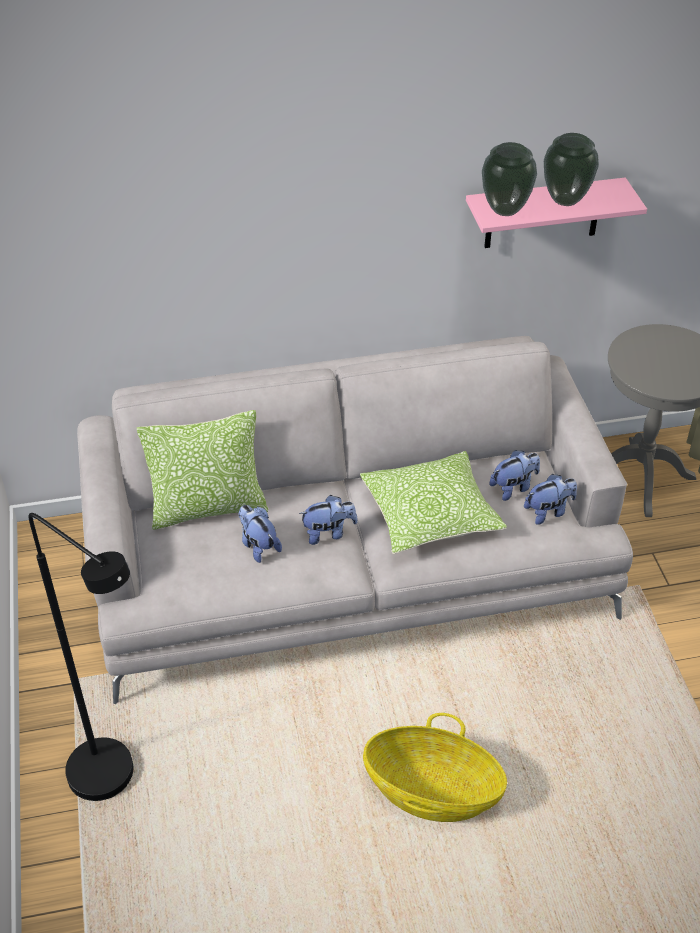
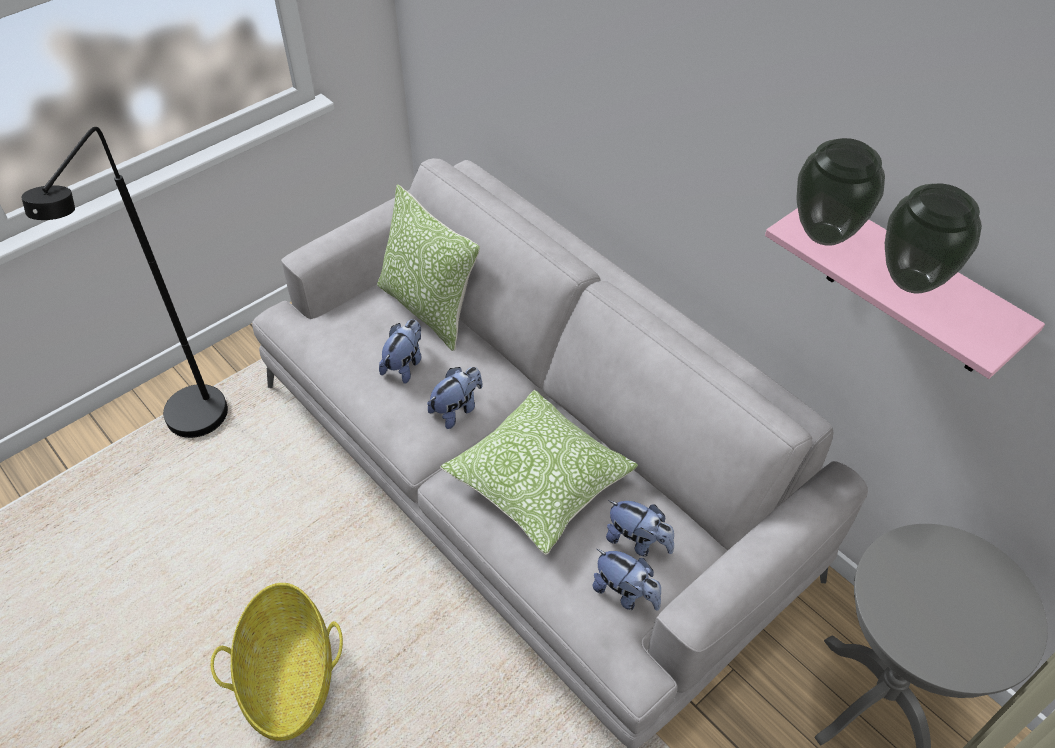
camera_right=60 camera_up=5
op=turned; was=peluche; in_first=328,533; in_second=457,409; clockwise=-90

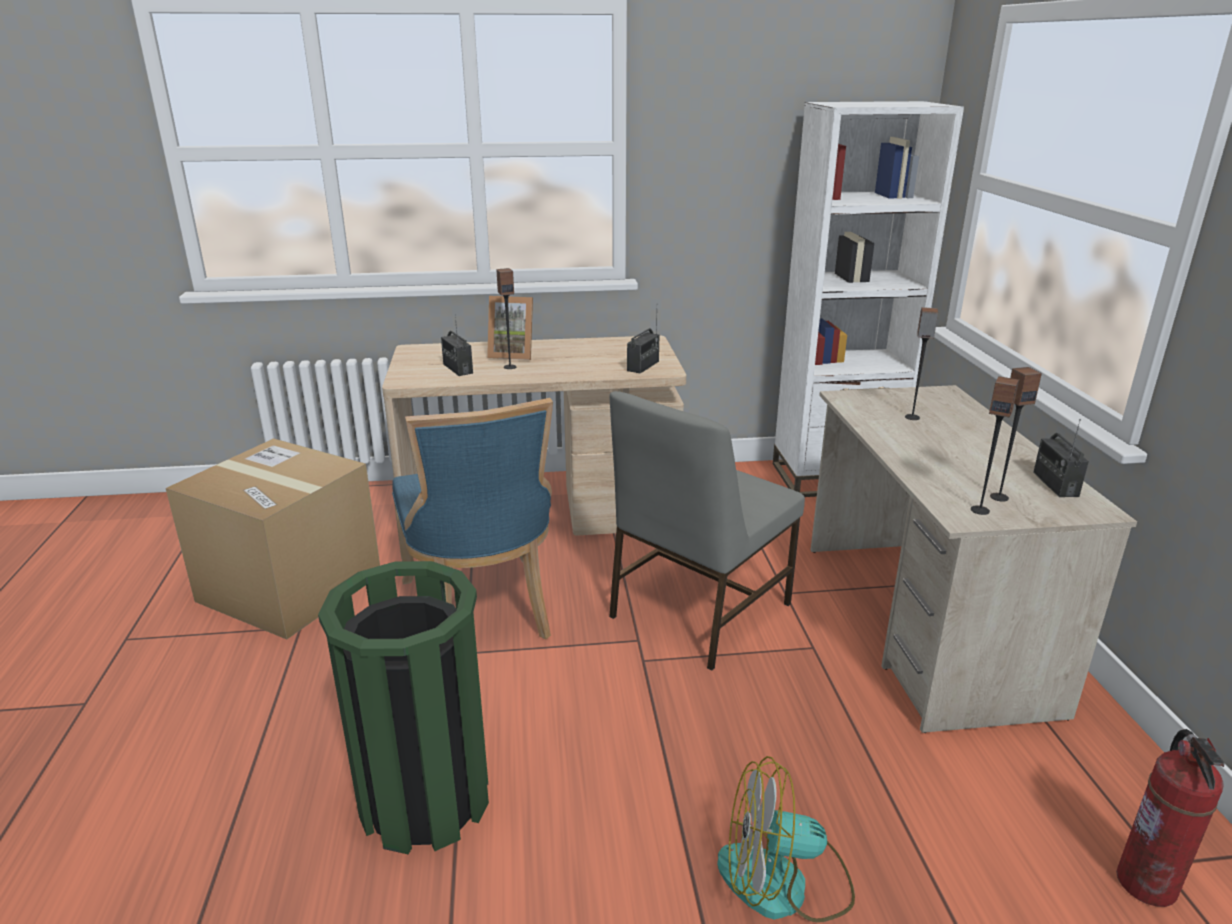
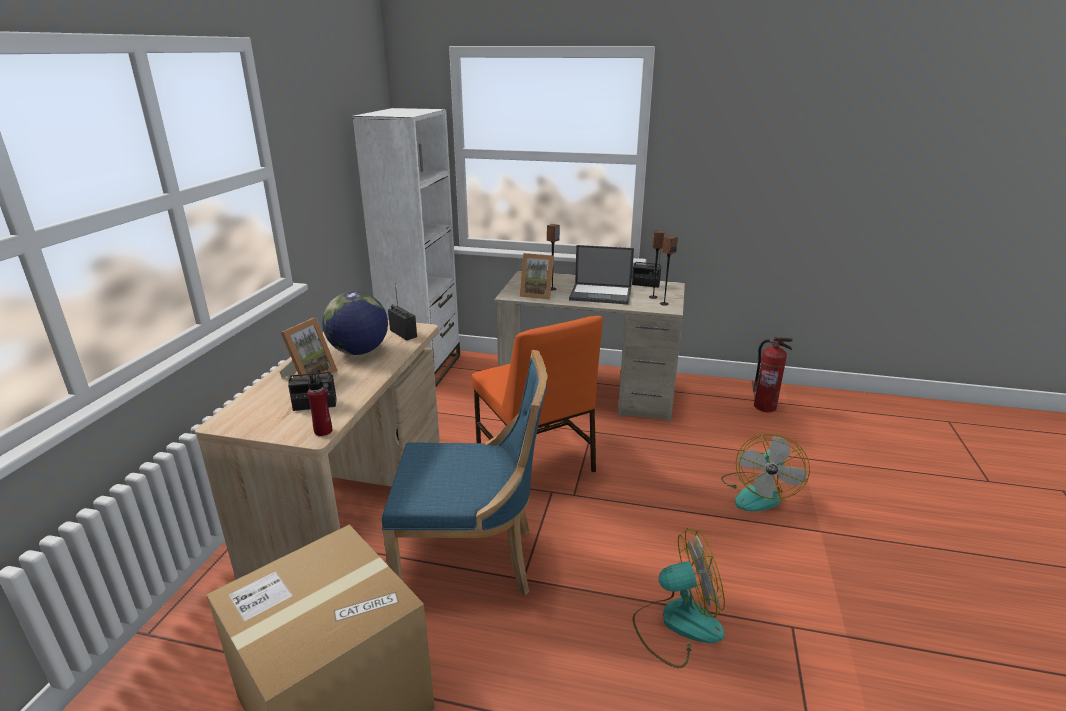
camera_right=-70 camera_up=0
op=added; now=bouteille (rouge); in_second=323,431
op=added; now=globe; in_second=359,351
op=recoloured; was=chaise (gris); now=chaise (orange); in_first=697,611; in_second=534,460
op=added; now=cadre photo; in_second=537,294
op=added; now=ordinateur portable; in_second=601,294
op=replaced; was=poubelle (vert); now=ventilateur; in_first=425,800; in_second=677,624
op=removed; was=enceinte; in_first=510,367

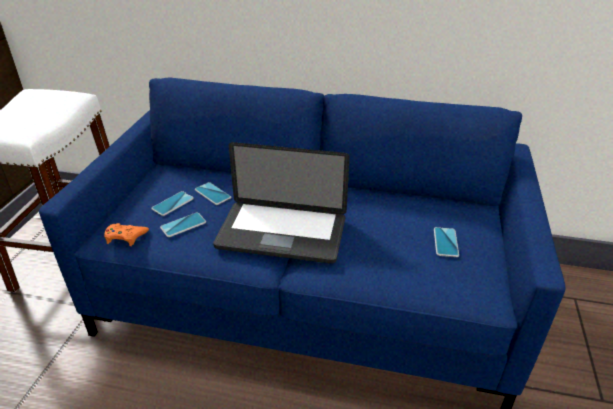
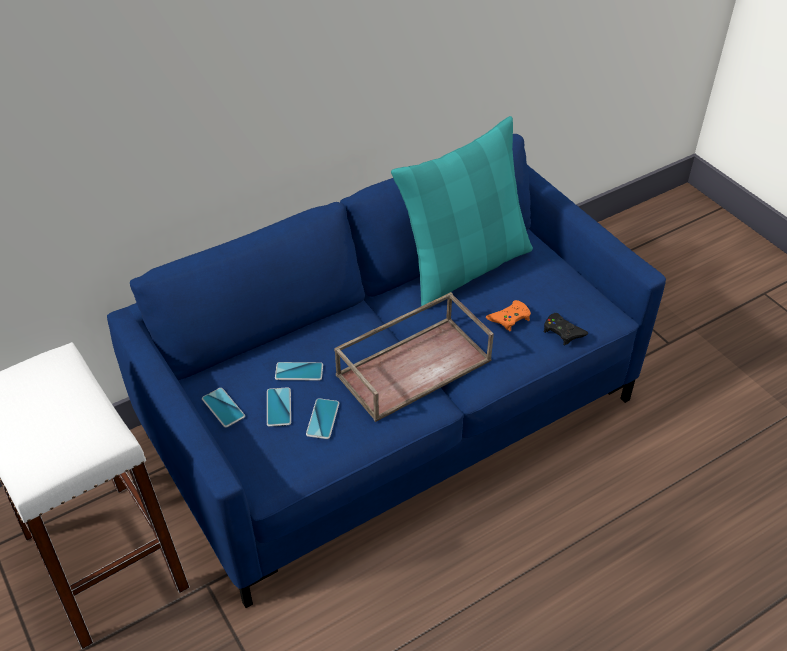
camera_right=-45 camera_up=10
op=moved; was=téléphone; in_first=445,242; in_second=223,408
op=replaced; was=ordinateur portable; now=plateau (marron); in_first=282,233; in_second=414,366
op=added; now=coussin (turquoise); in_second=464,267
op=moved; was=manette (orange); in_first=125,237; in_second=509,318
op=added; now=manette (noir); in_second=563,332

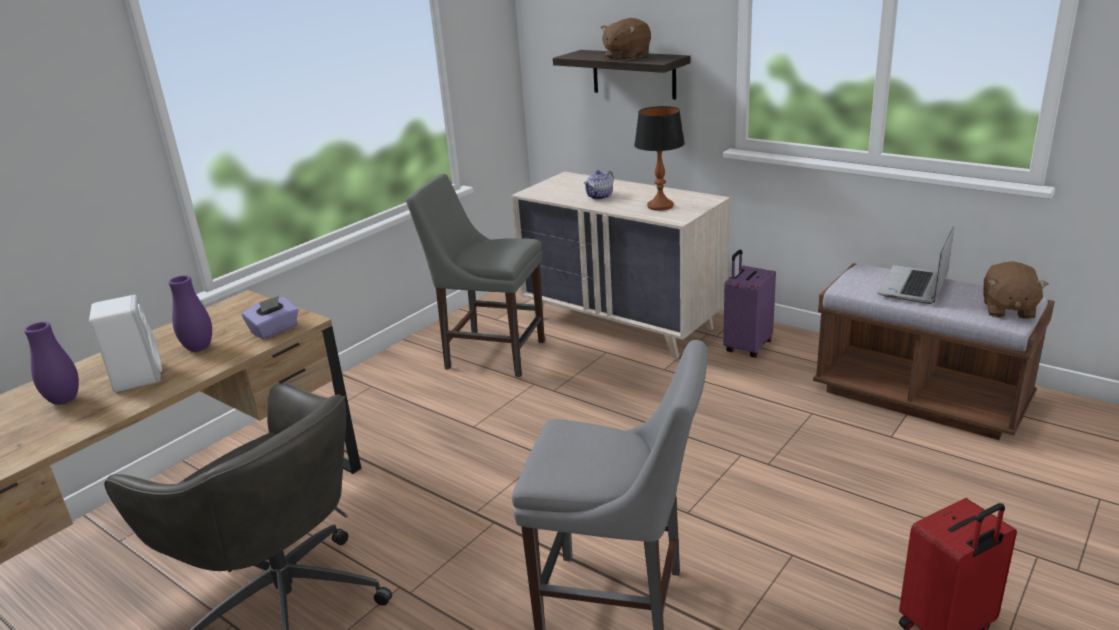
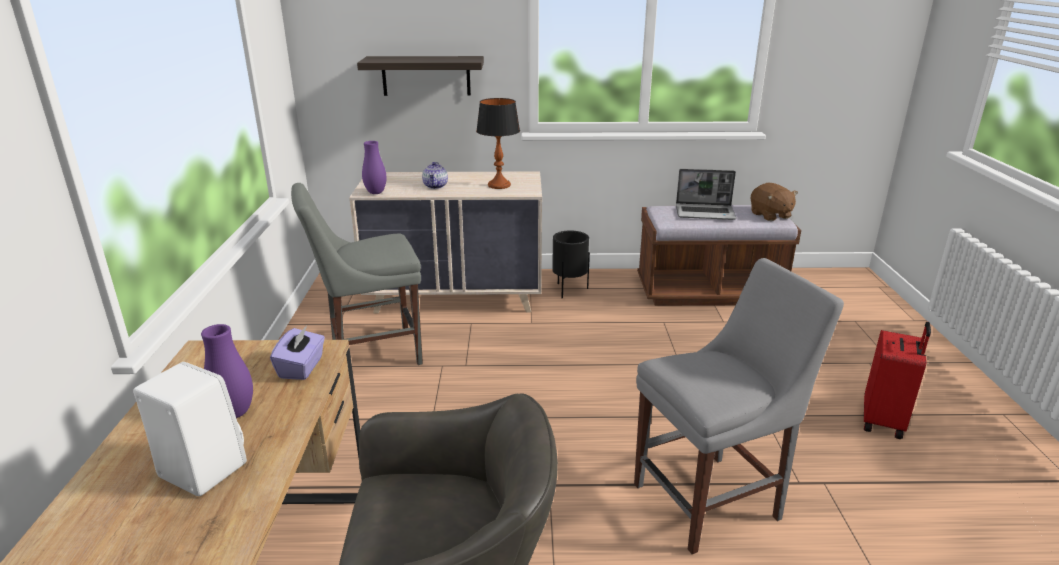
camera_right=-40 camera_up=0
op=moved; was=vase (violet); in_first=64,400; in_second=376,193
op=replaced; was=valise (violet); now=cache-pot (noir); in_first=746,347; in_second=569,290
op=turned; was=ordinateur portable; in_first=914,287; in_second=705,213; clockwise=-75
op=removed; was=peluche (marron); in_first=626,57

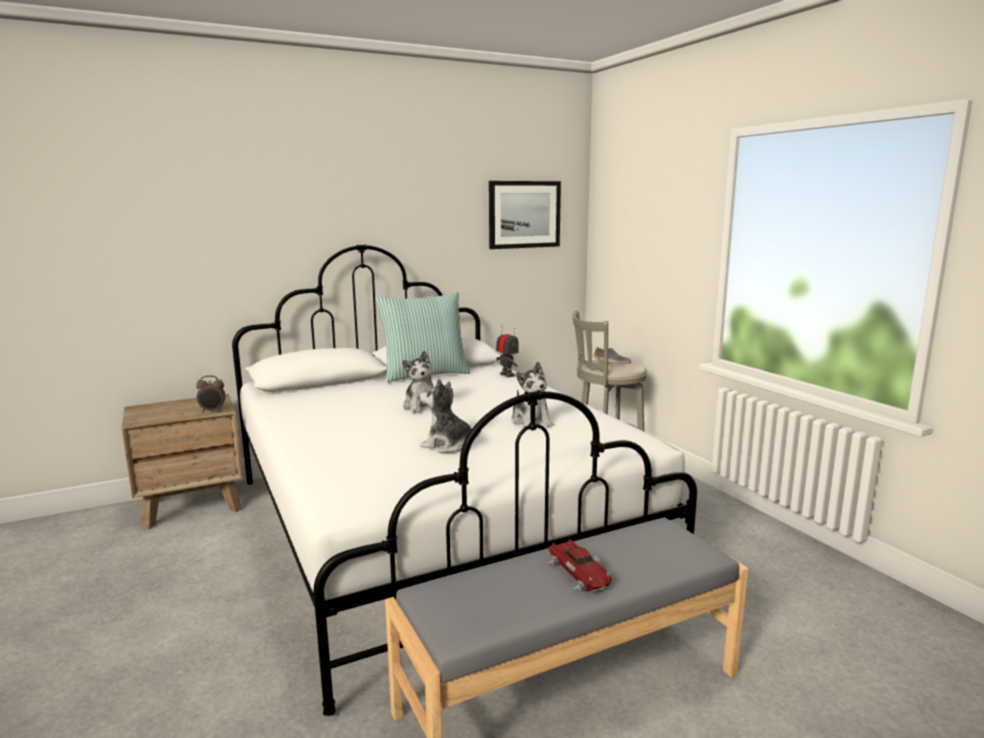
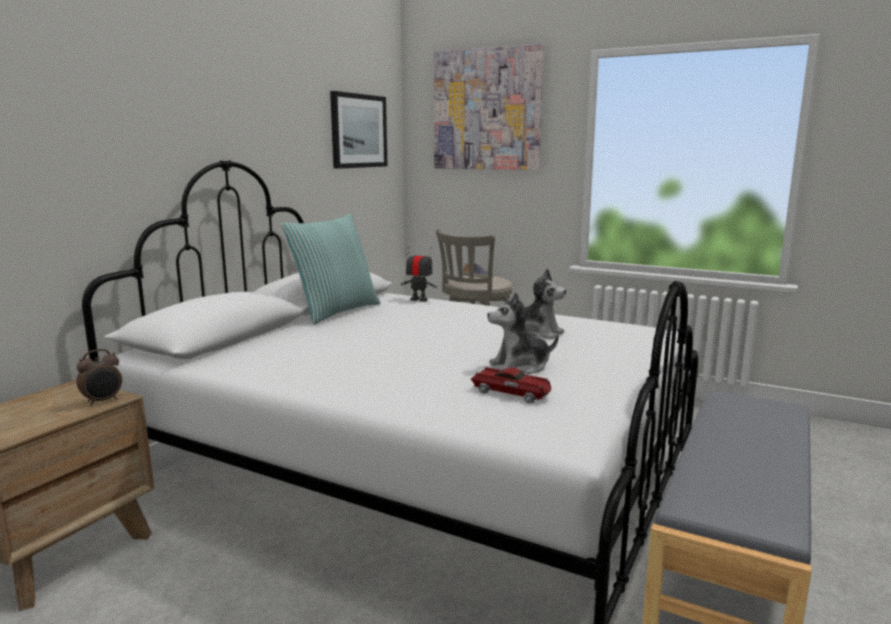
camera_right=-35 camera_up=0
op=added; now=tableau; in_second=487,110
op=moved; was=petite voiture; in_first=580,574; in_second=512,392
op=removed; was=peluche; in_first=421,406

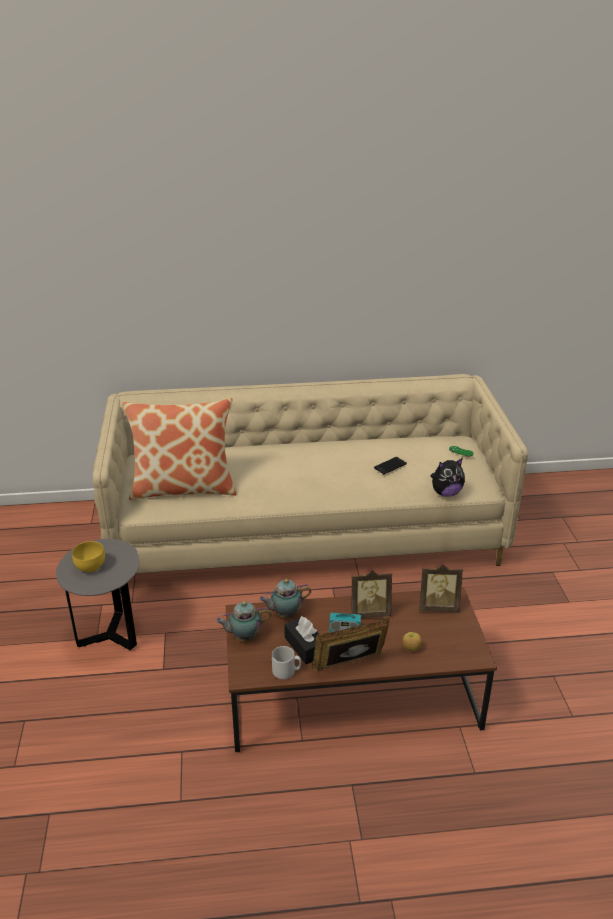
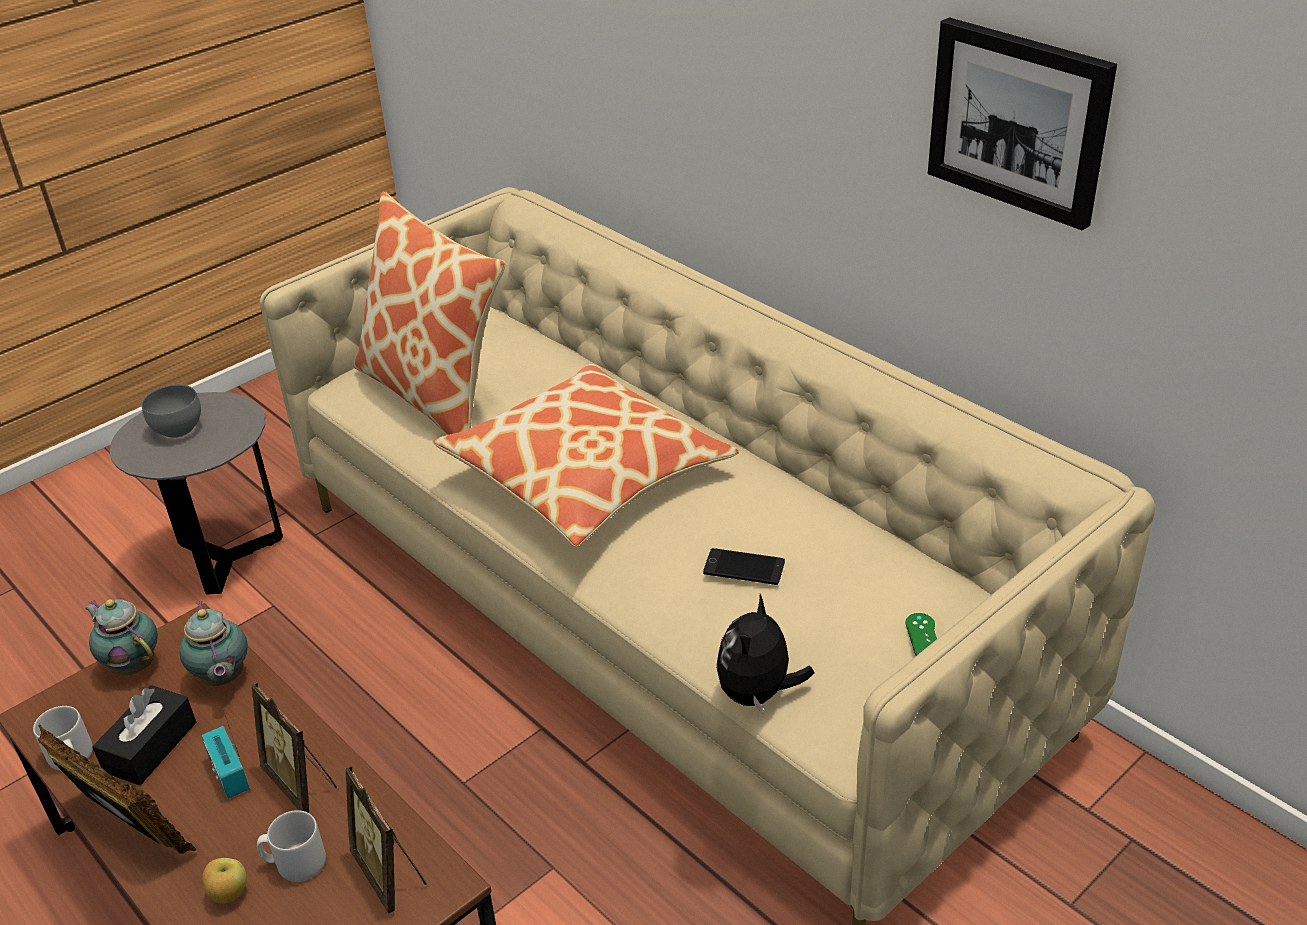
camera_right=55 camera_up=5
op=recoloured; was=bol (jaune); now=bol (gris); in_first=89,568; in_second=176,429
op=turned; was=théière; in_first=285,614; in_second=223,679; clockwise=-150
op=added; now=mug (gris); in_second=295,863
op=added; now=coussin; in_second=586,474
op=turned; was=peluche; in_first=446,493; in_second=758,694; clockwise=75
op=added; now=tableau; in_second=1019,120

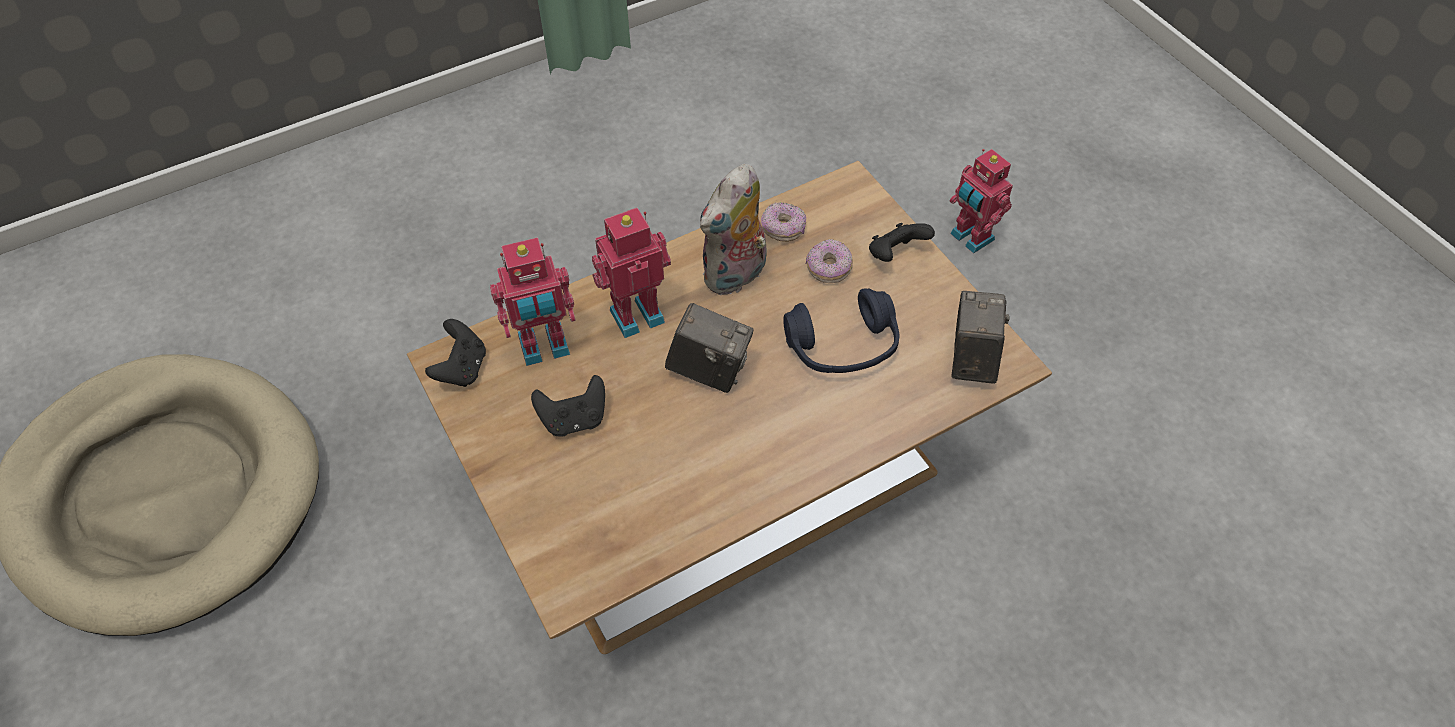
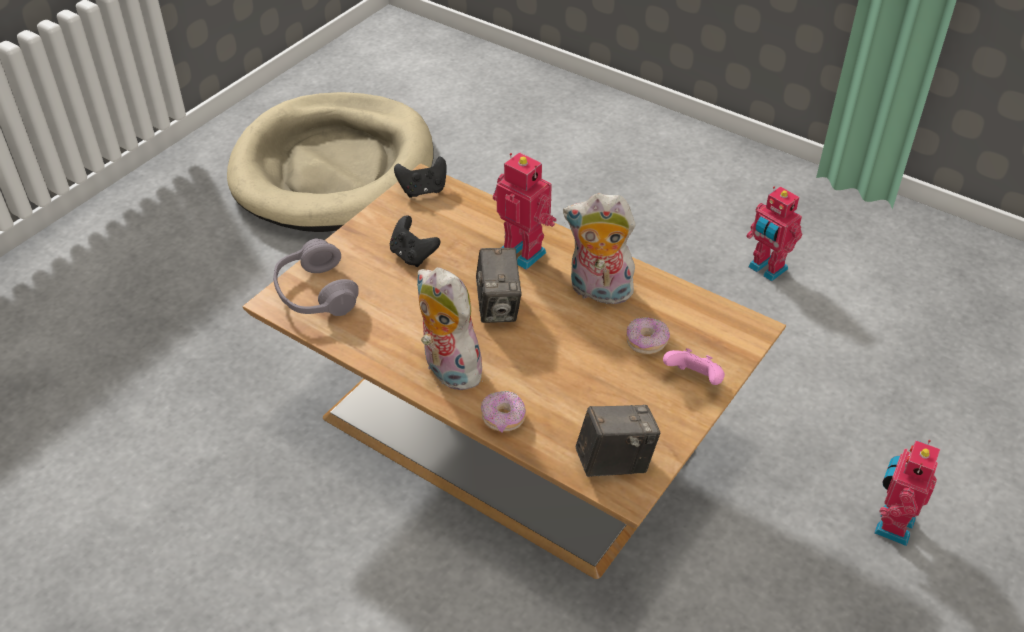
camera_right=65 camera_up=-10
op=added; now=casque audio (gris); in_second=315,293
op=added; now=peluche; in_second=447,369
op=moved; was=beignet; in_first=783,229; in_second=503,418
op=recoloured; was=manette (noir); now=manette (rose); in_first=895,255; in_second=694,379
op=moved; was=robot jouet; in_first=544,348; in_second=766,269
op=removed; was=casque audio (bleu); in_first=842,346

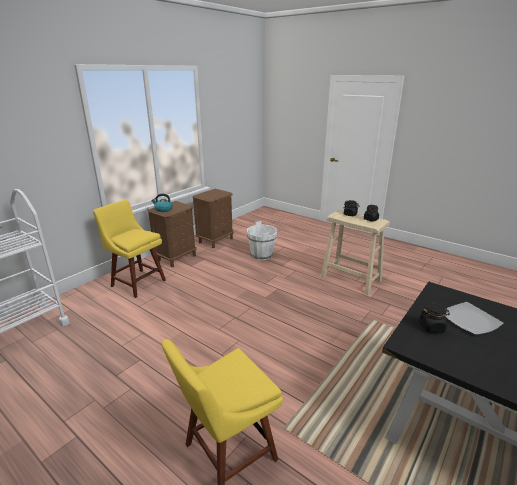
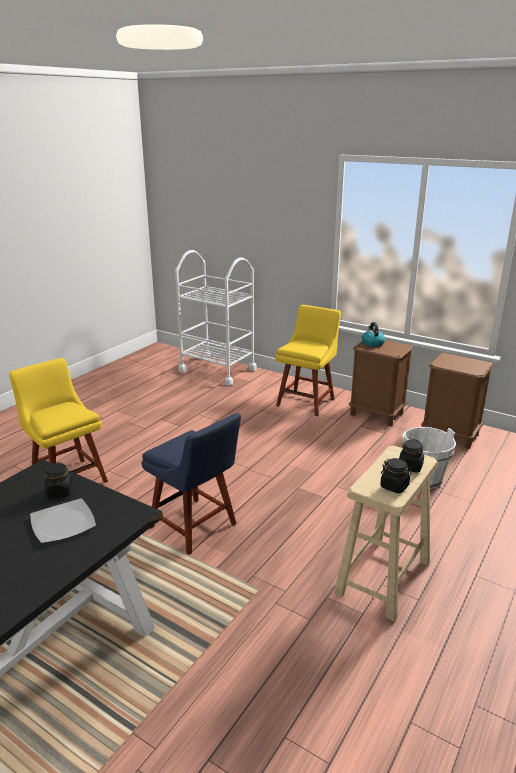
camera_right=85 camera_up=0
op=added; now=chaise (bleu); in_second=195,527

